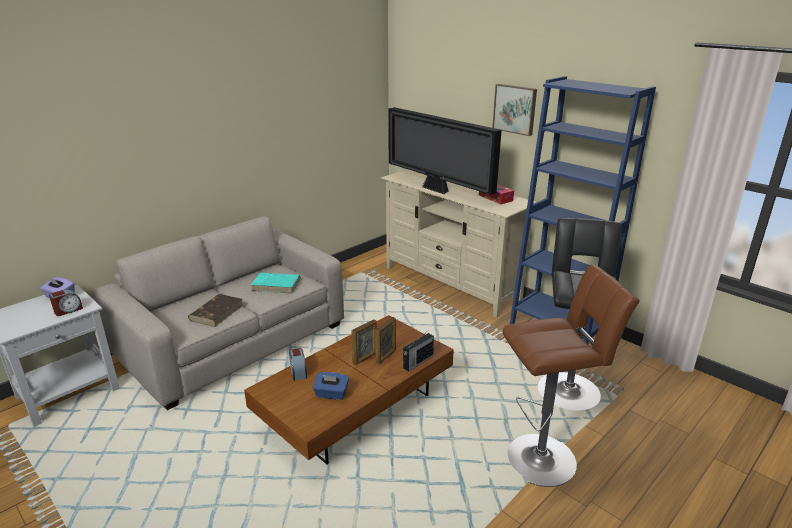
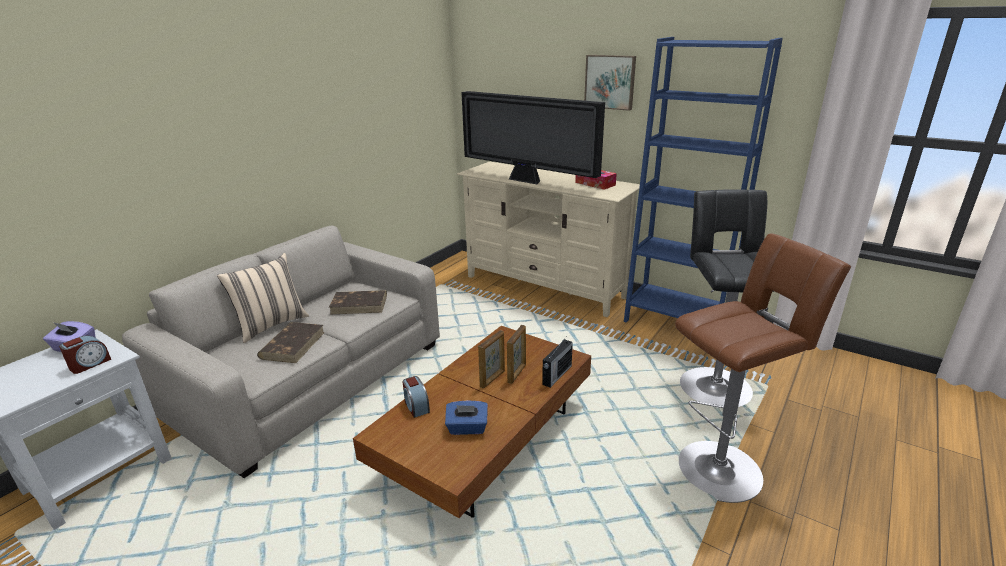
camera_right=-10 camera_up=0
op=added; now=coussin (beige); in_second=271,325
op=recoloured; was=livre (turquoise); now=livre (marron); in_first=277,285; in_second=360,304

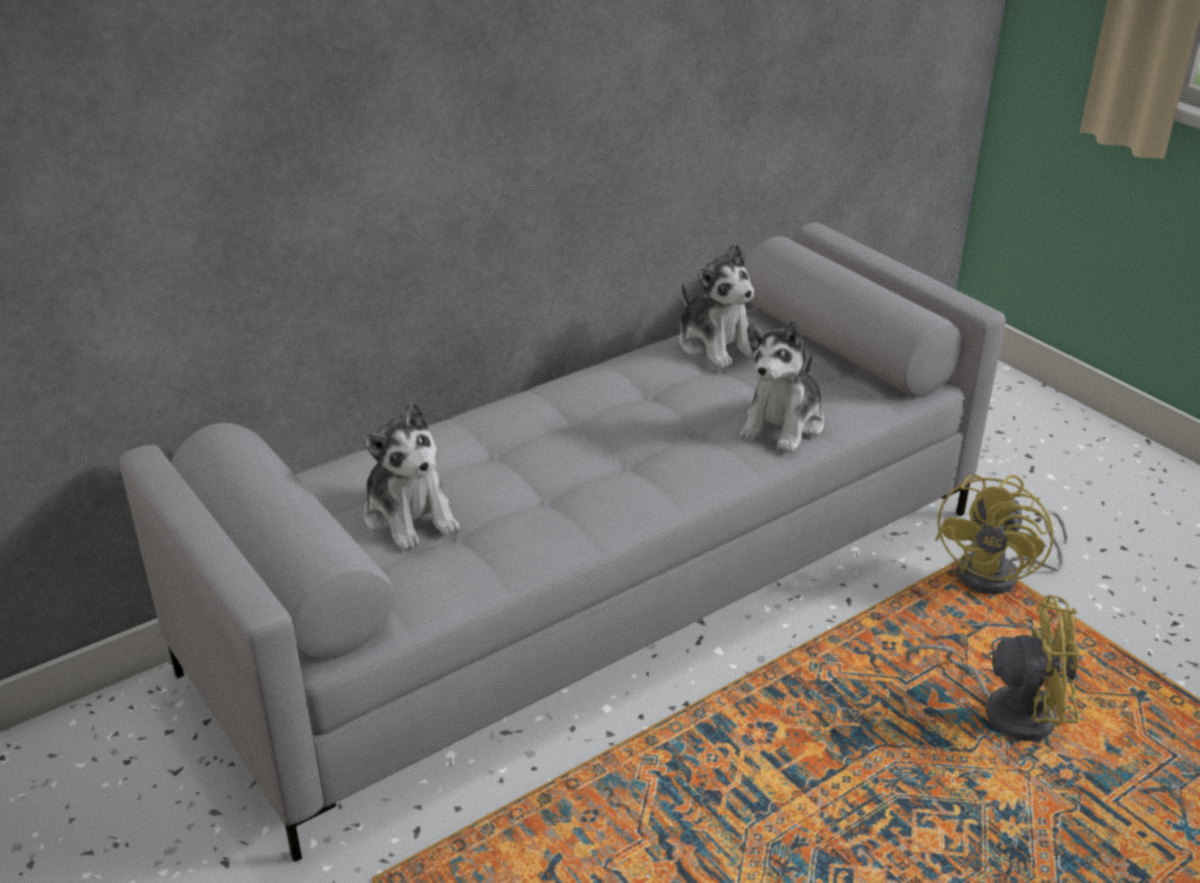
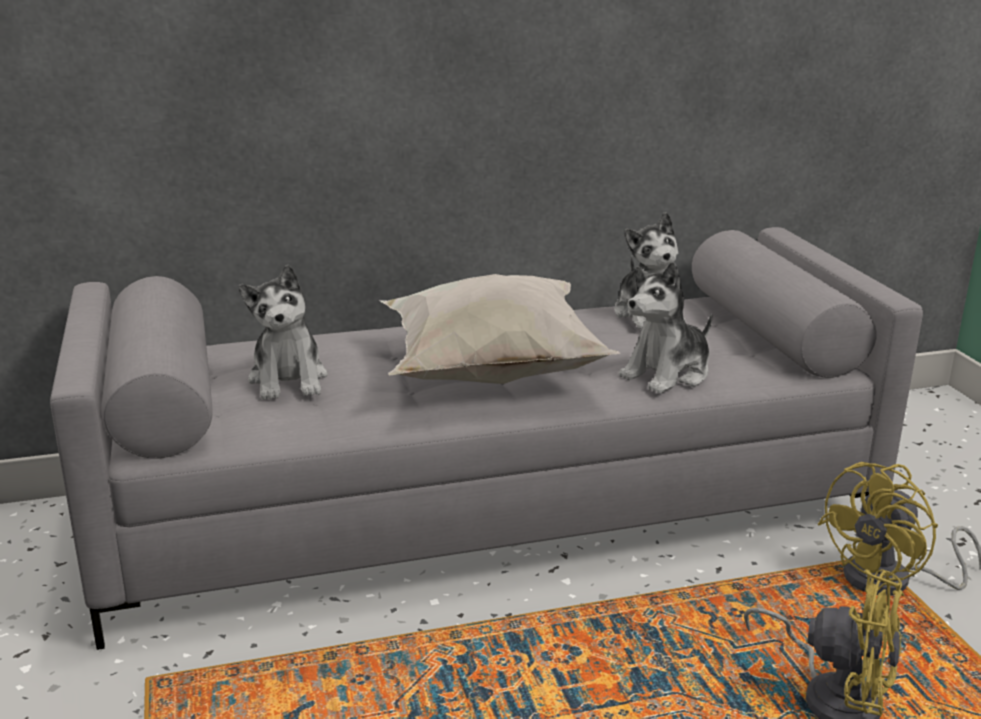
camera_right=20 camera_up=-10
op=added; now=coussin (blanc); in_second=490,374

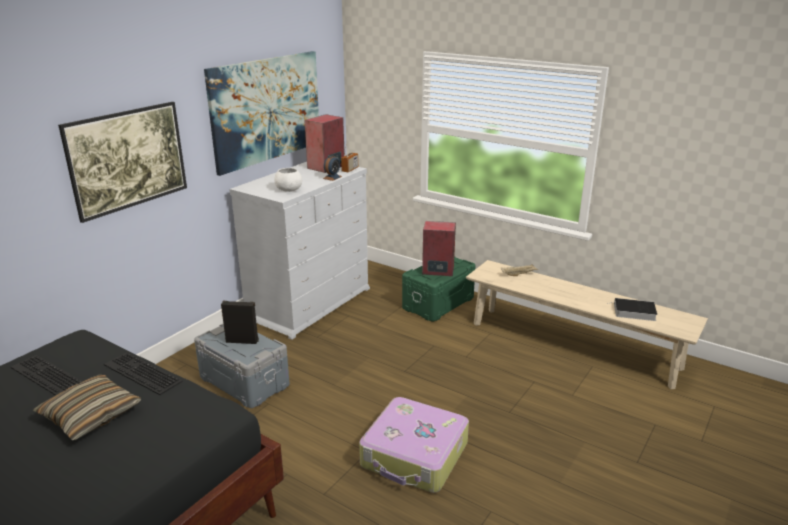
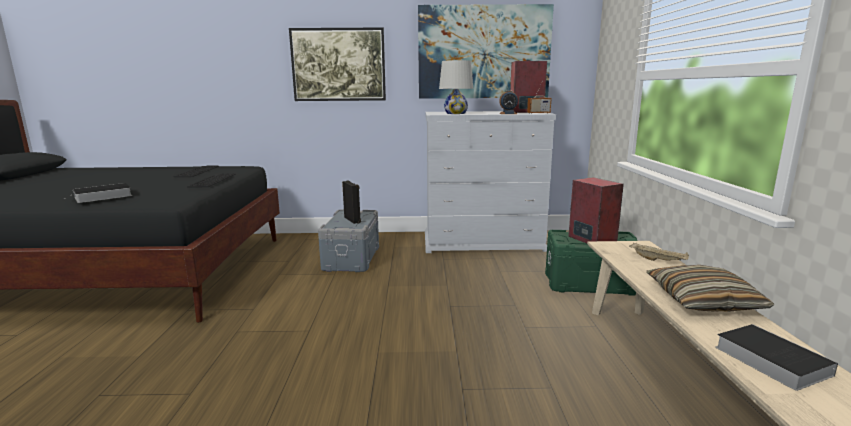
camera_right=55 camera_up=-10
op=added; now=livre; in_second=101,196
op=replaced; was=bol (blanc); now=lampe de table (blanc); in_first=289,189; in_second=455,113
op=moved; was=coussin; in_first=91,415; in_second=703,300
op=removed; was=valise; in_first=415,455

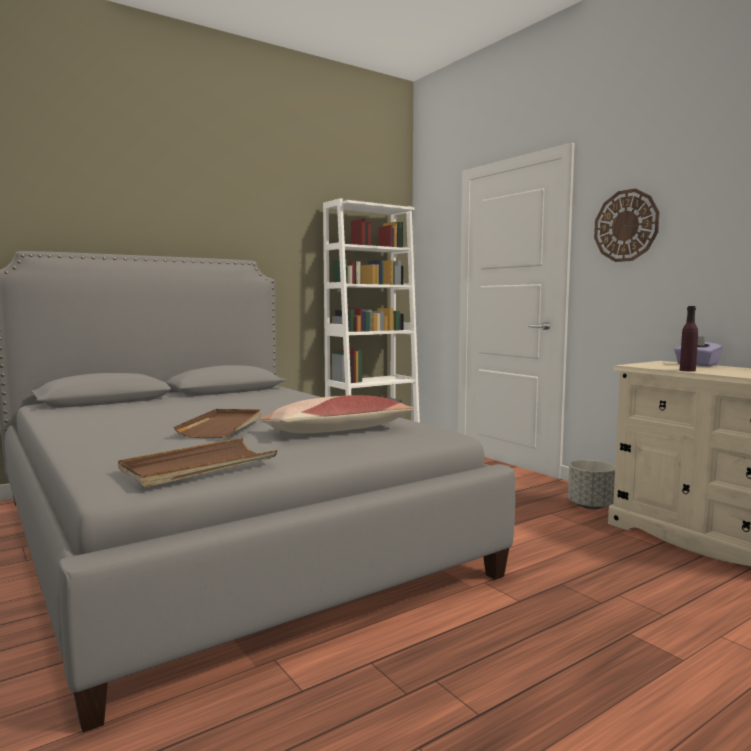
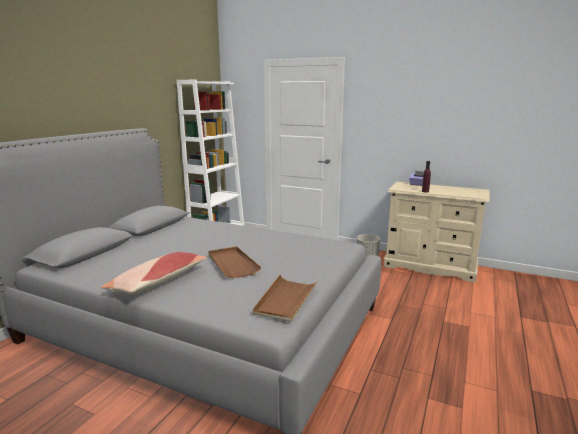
camera_right=-30 camera_up=10
op=moved; was=coussin; in_first=336,431; in_second=158,282
op=removed; was=horloge murale; in_first=626,226

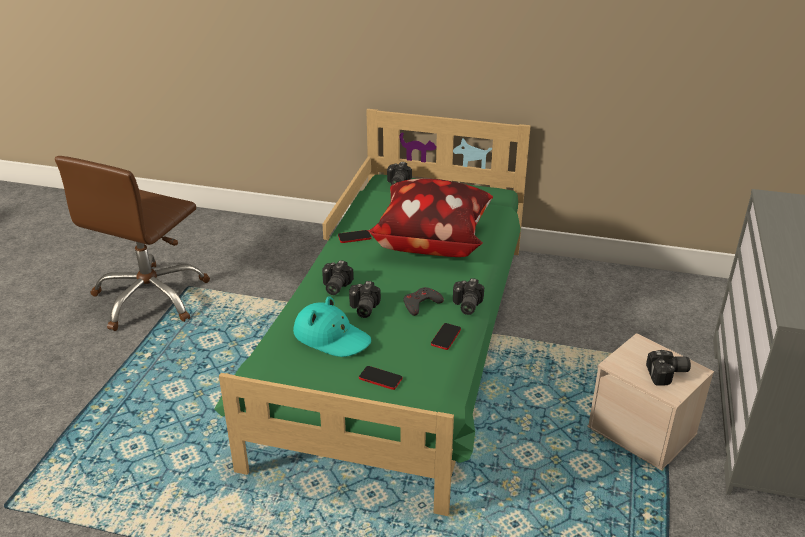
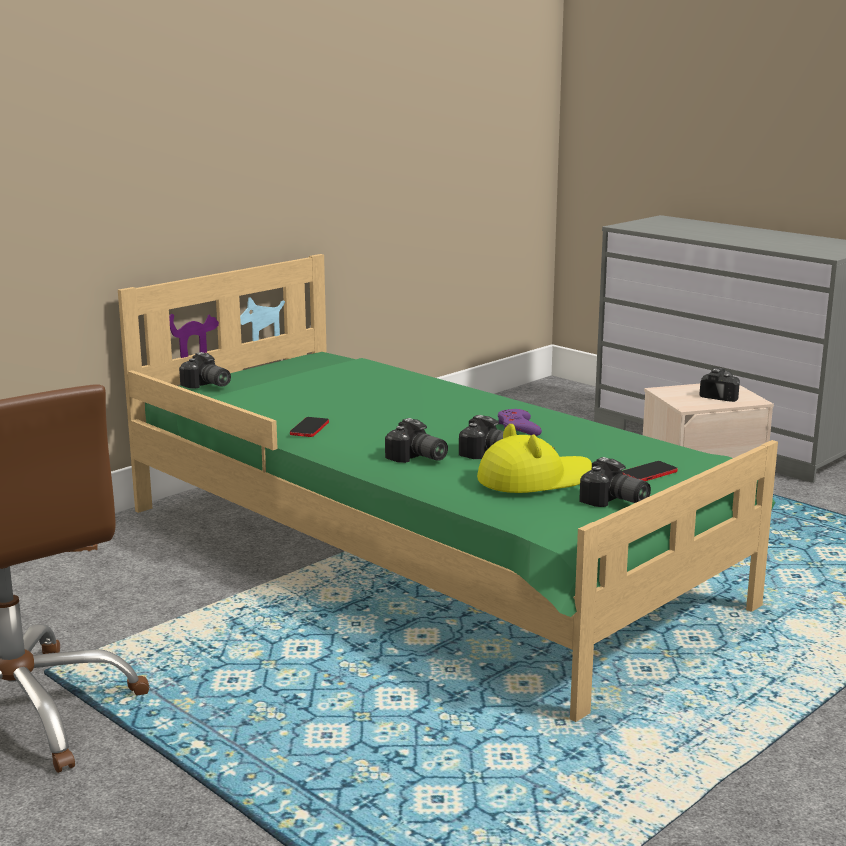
camera_right=-60 camera_up=-15
op=recoloured; was=chapeau (turquoise); now=chapeau (jaune); in_first=332,337; in_second=534,479
op=recoloured; was=manette (gris); now=manette (violet); in_first=421,304; in_second=518,428
op=moved; was=appareil photo; in_first=466,305; in_second=614,501
op=removed; was=coussin; in_first=431,241
op=removed; was=téléphone; in_first=446,337

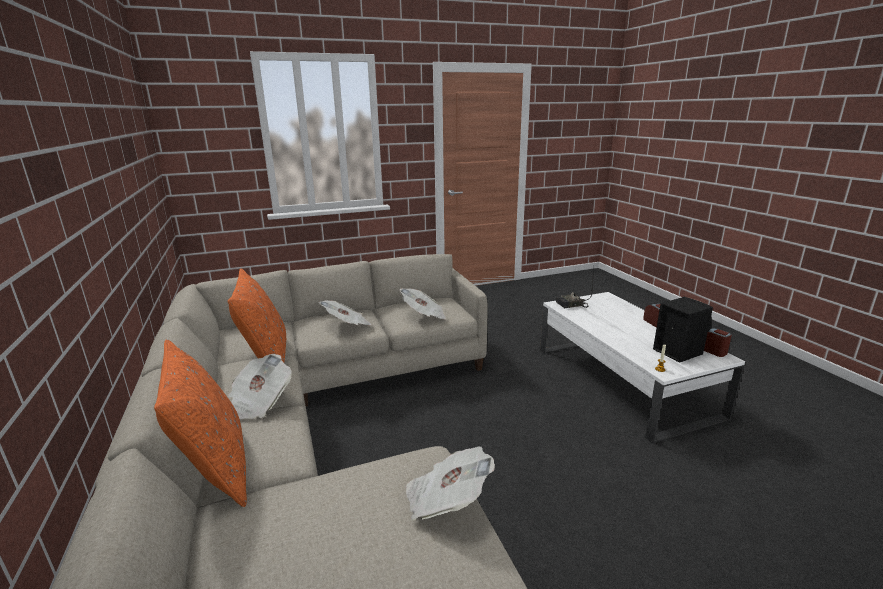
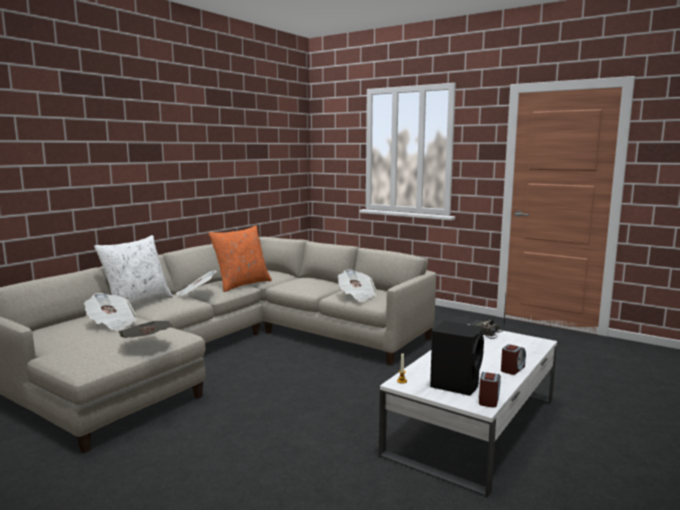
camera_right=55 camera_up=-10
op=moved; was=journal; in_first=347,325; in_second=112,324
op=recoloured; was=coussin (orange); now=coussin (blanc); in_first=215,469; in_second=137,304

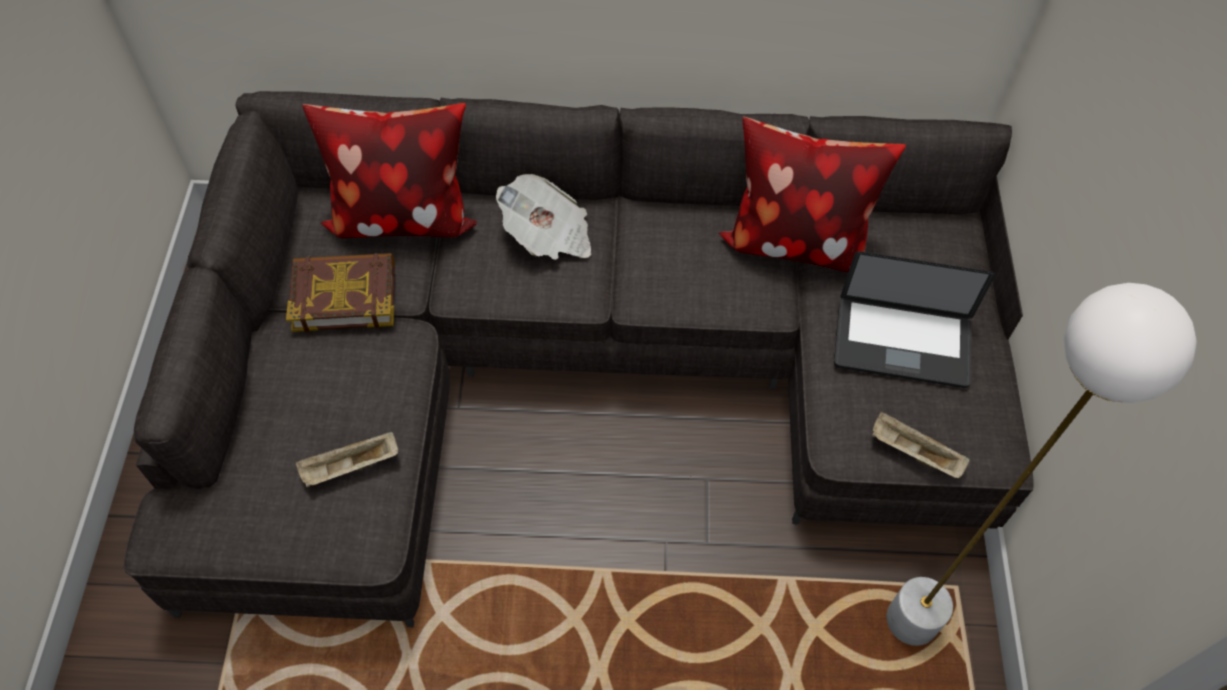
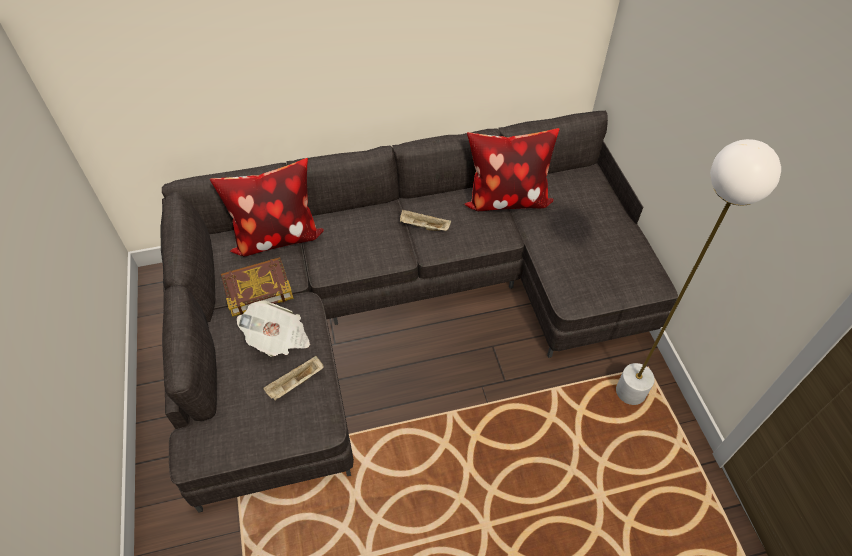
camera_right=-15 camera_up=-5
op=moved; was=journal; in_first=548,236; in_second=278,338
op=moved; was=plateau (beige); in_first=913,453; in_second=424,227
op=removed; was=ordinateur portable; in_first=902,344

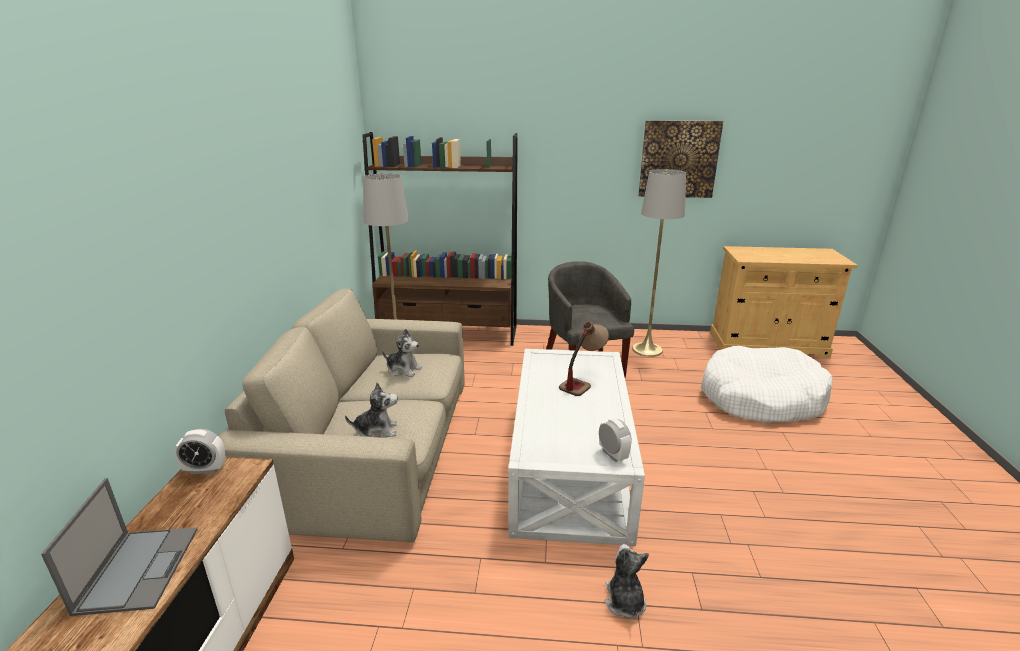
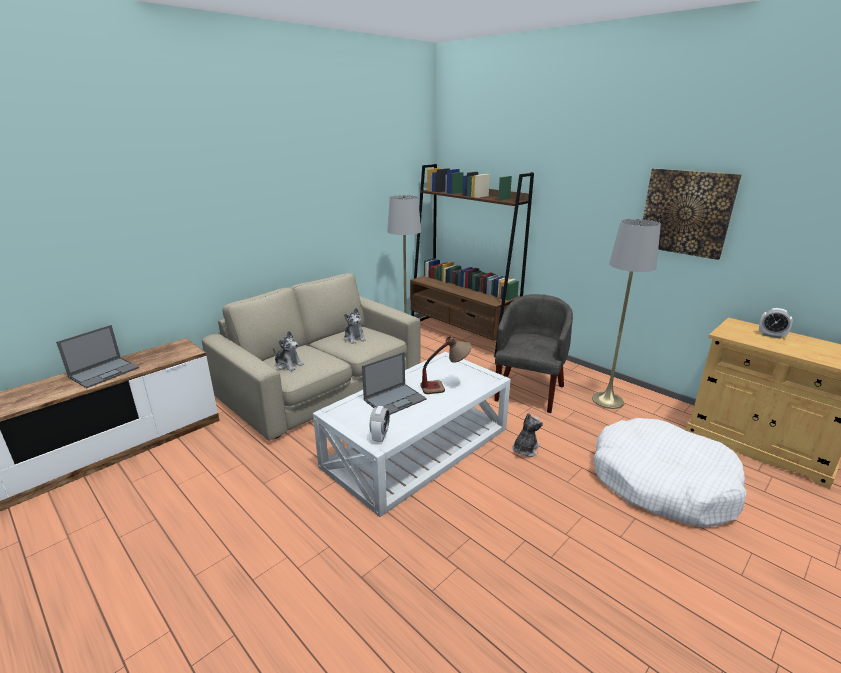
camera_right=40 camera_up=0
op=added; now=ordinateur portable; in_second=395,399
op=moved; was=peluche; in_first=624,601; in_second=525,449
op=moved; was=réveil; in_first=205,469; in_second=771,335

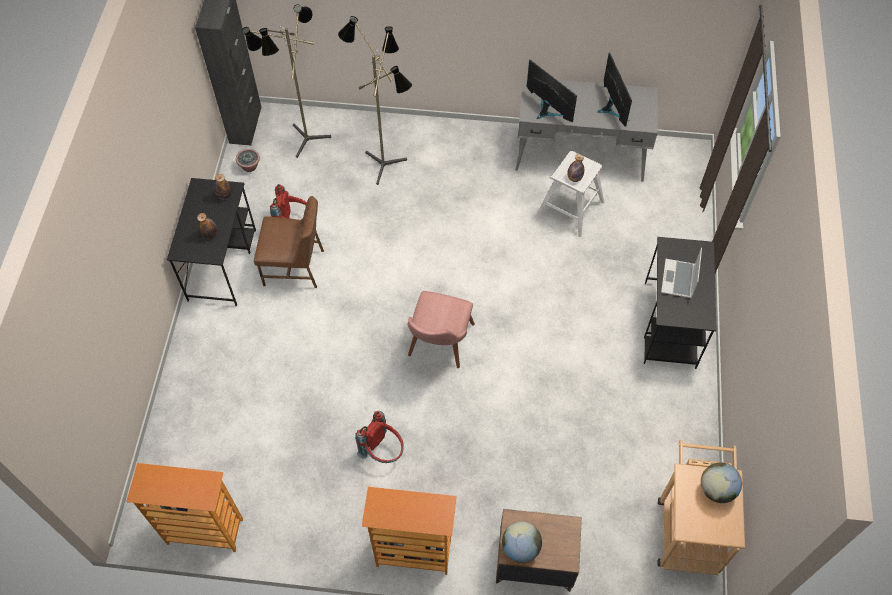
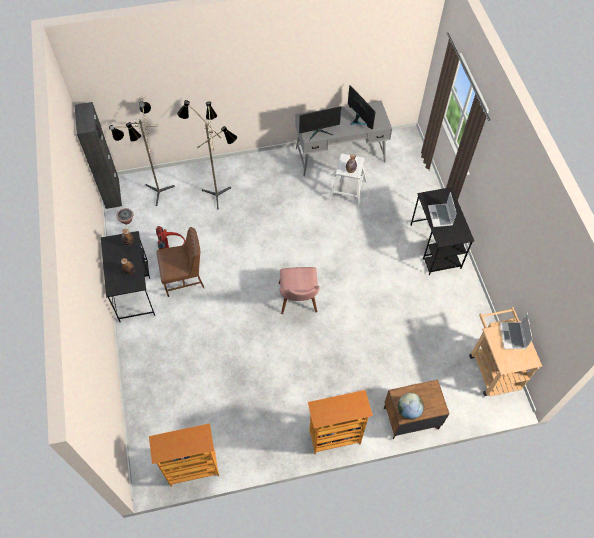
camera_right=-20 camera_up=0
op=turned; was=écran d'ordinateur; in_first=547,110; in_second=319,132; clockwise=135
op=replaced; was=globe; now=ordinateur portable; in_first=716,489; in_second=513,336
op=removed; was=sac à dos (rouge); in_first=383,451

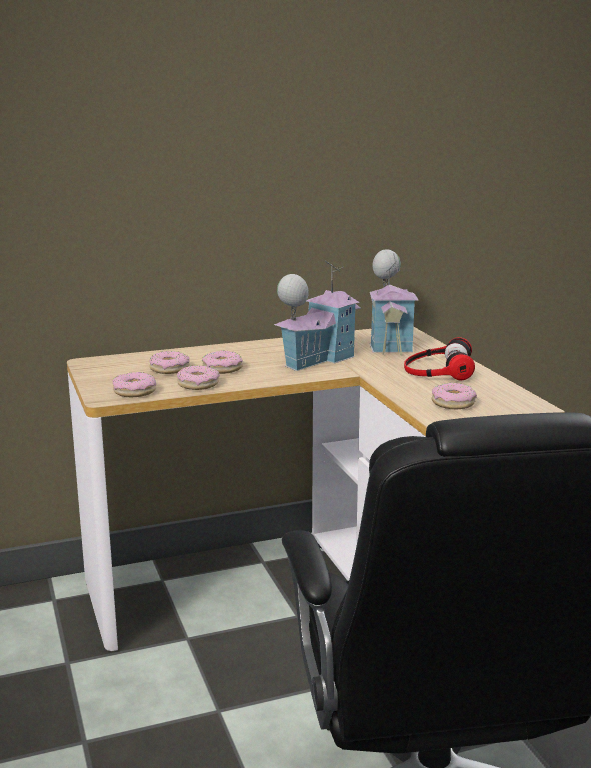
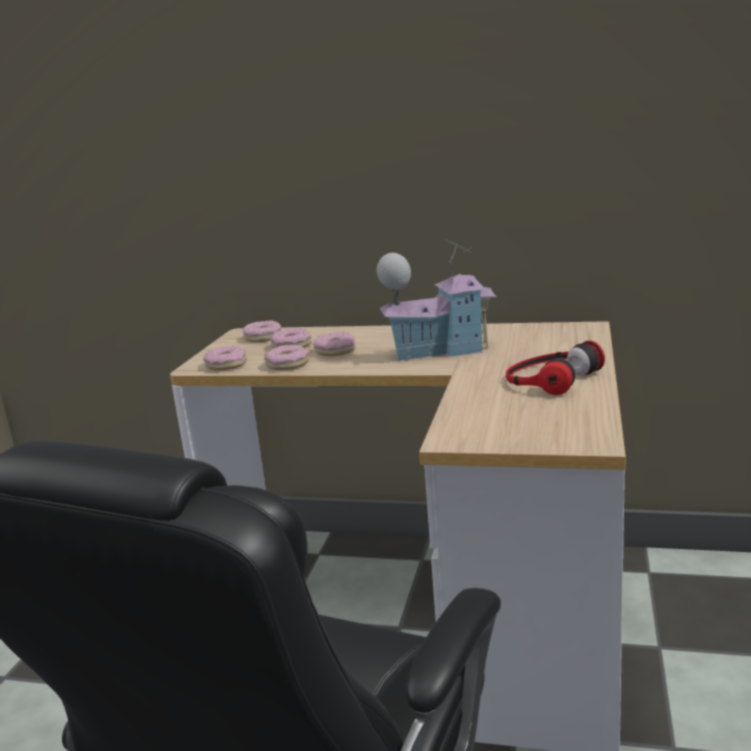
camera_right=35 camera_up=0
op=moved; was=beignet; in_first=453,403; in_second=263,337
op=removed; was=maison miniature; in_first=389,343

